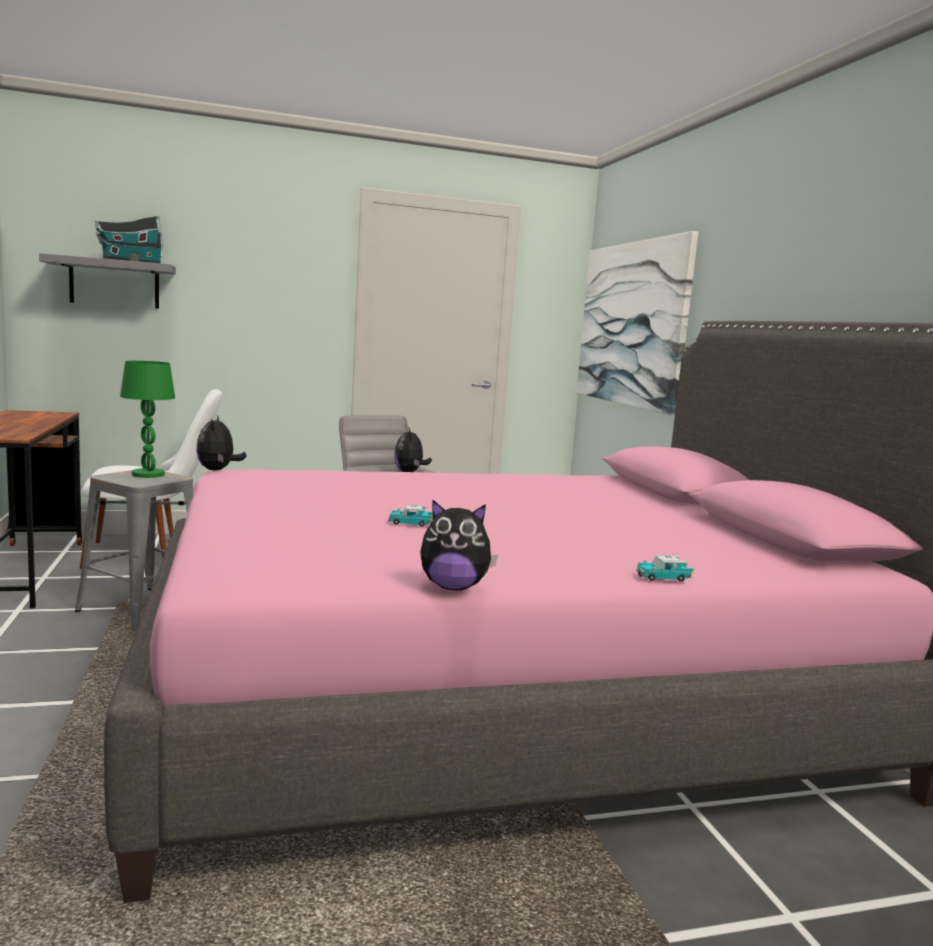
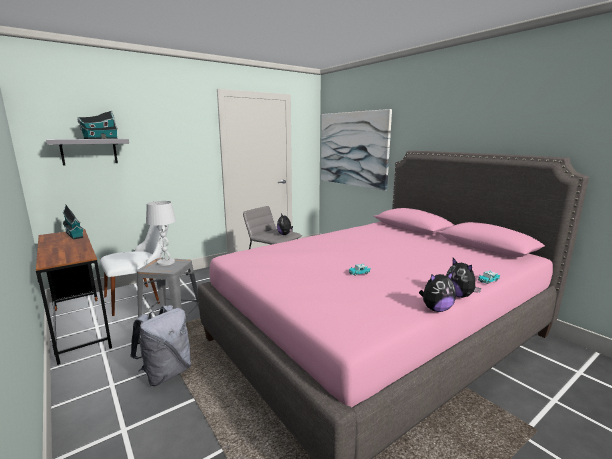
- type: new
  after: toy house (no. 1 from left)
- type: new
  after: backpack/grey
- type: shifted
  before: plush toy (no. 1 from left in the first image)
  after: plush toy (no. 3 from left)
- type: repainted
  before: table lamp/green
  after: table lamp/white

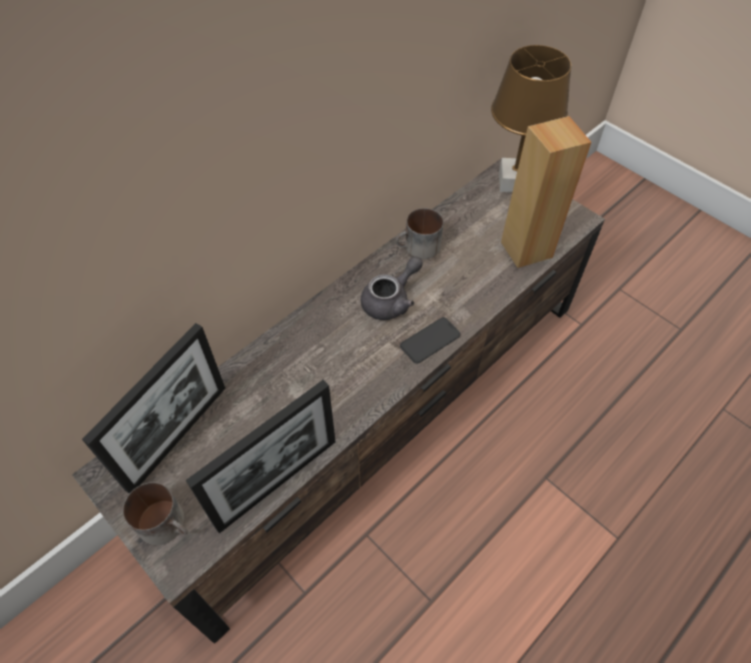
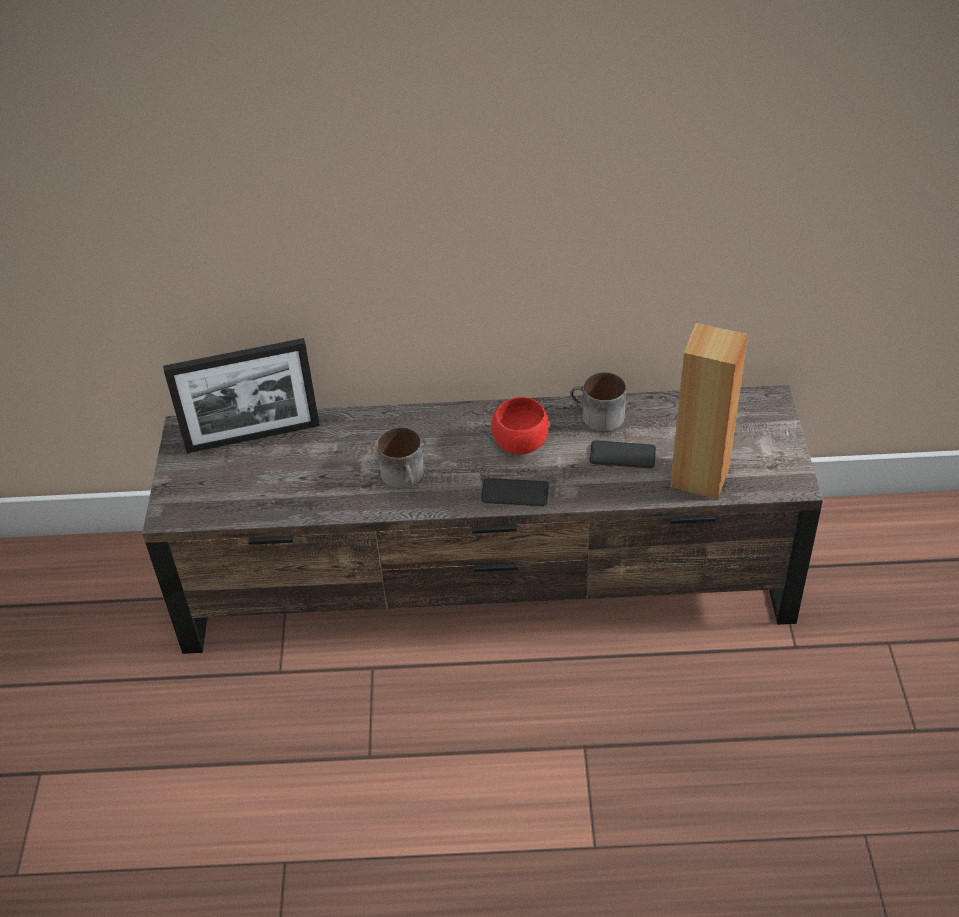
- type: gone
  before: picture frame (no. 2 from left)
- type: gone
  before: table lamp/brown
- type: new
  after: phone (no. 2 from left)
- type: shifted
  before: mug (no. 1 from left)
- type: swapped
  before: teapot/grey
  after: bowl/red

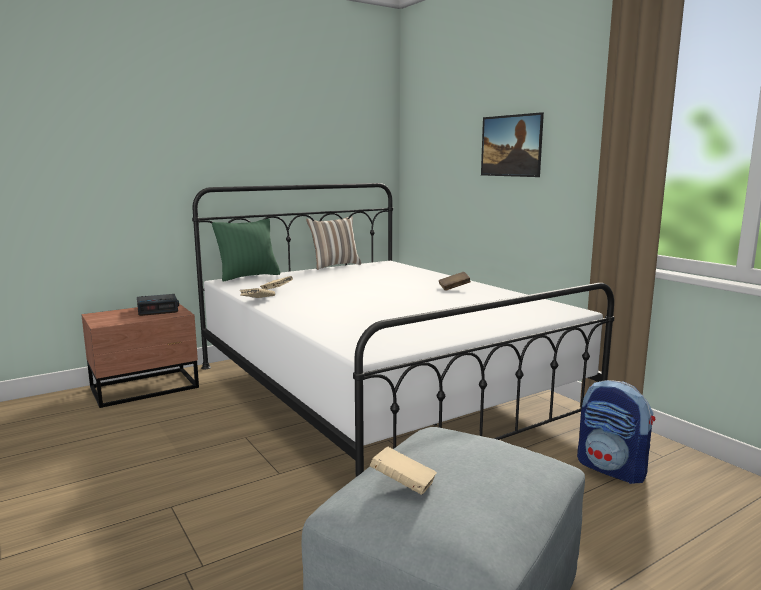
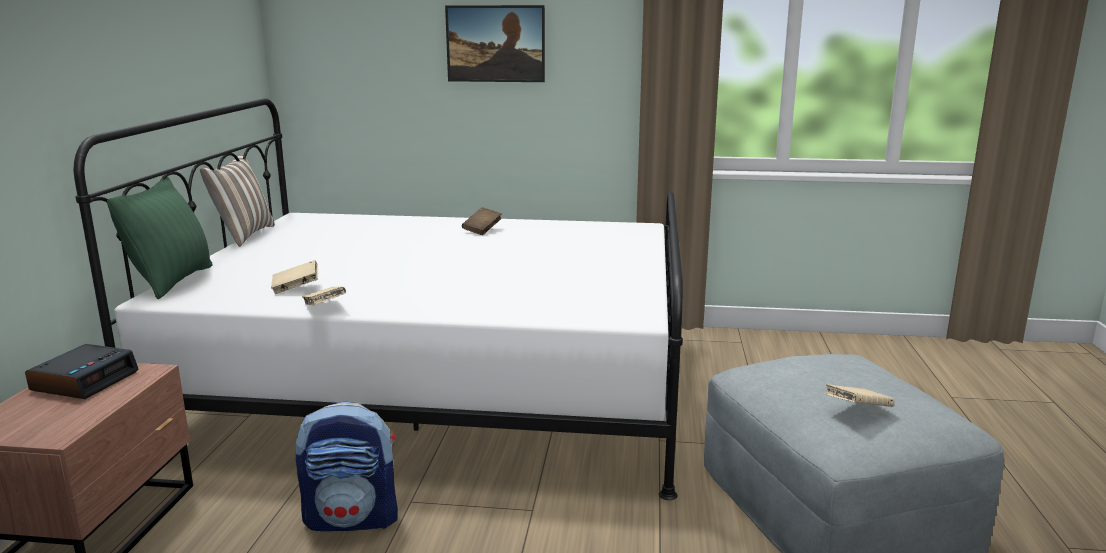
- type: shifted
  before: backpack

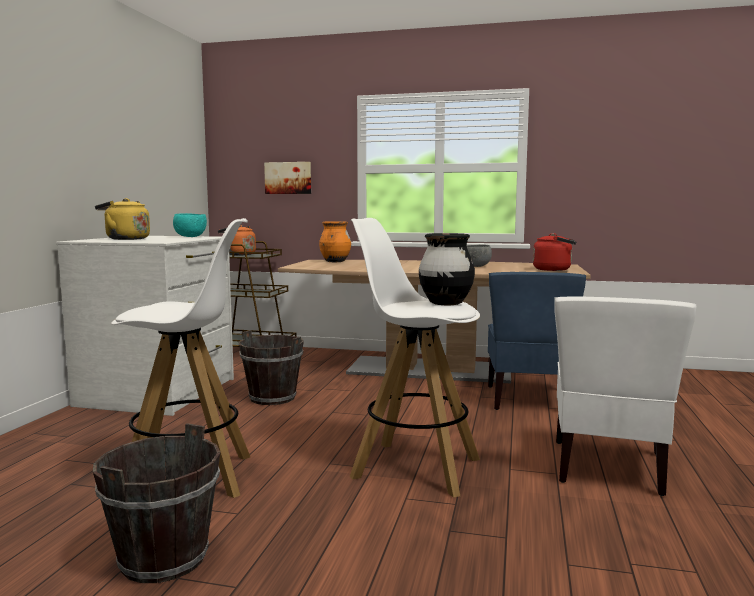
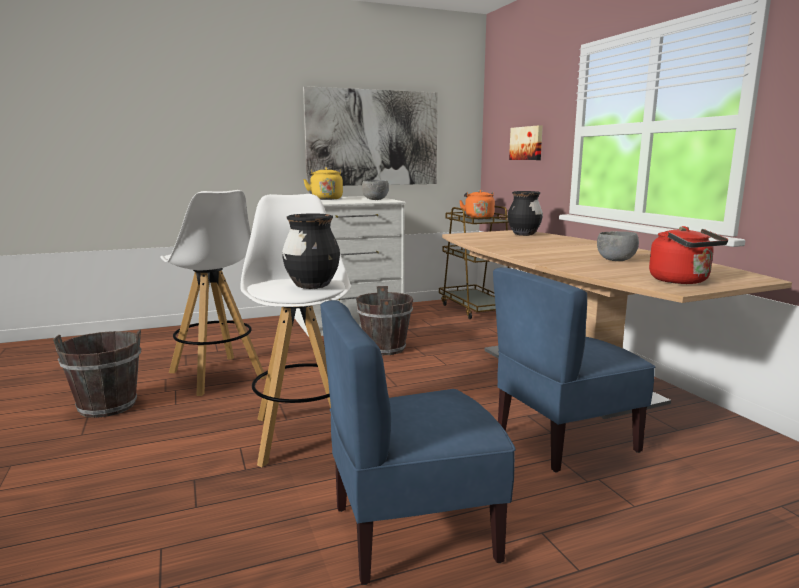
- type: new
  after: picture (no. 1 from left)
- type: repainted
  before: bowl/turquoise
  after: bowl/grey (no. 1 from left)
- type: repainted
  before: vase/orange
  after: vase/black (no. 2 from left)
- type: repainted
  before: chair/white
  after: chair/blue (no. 1 from left)

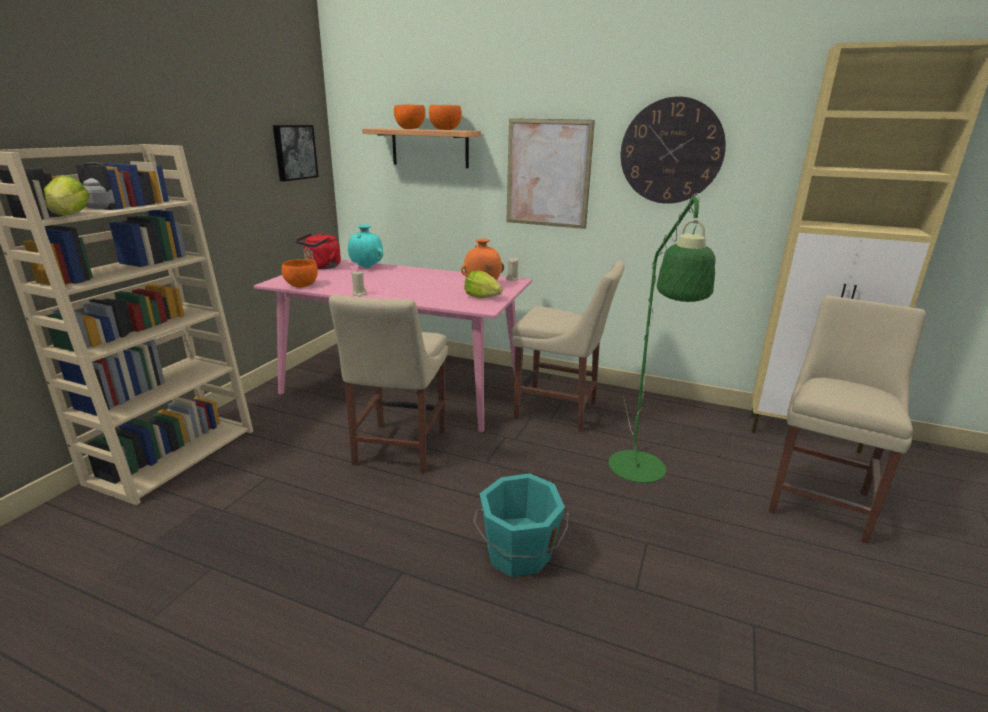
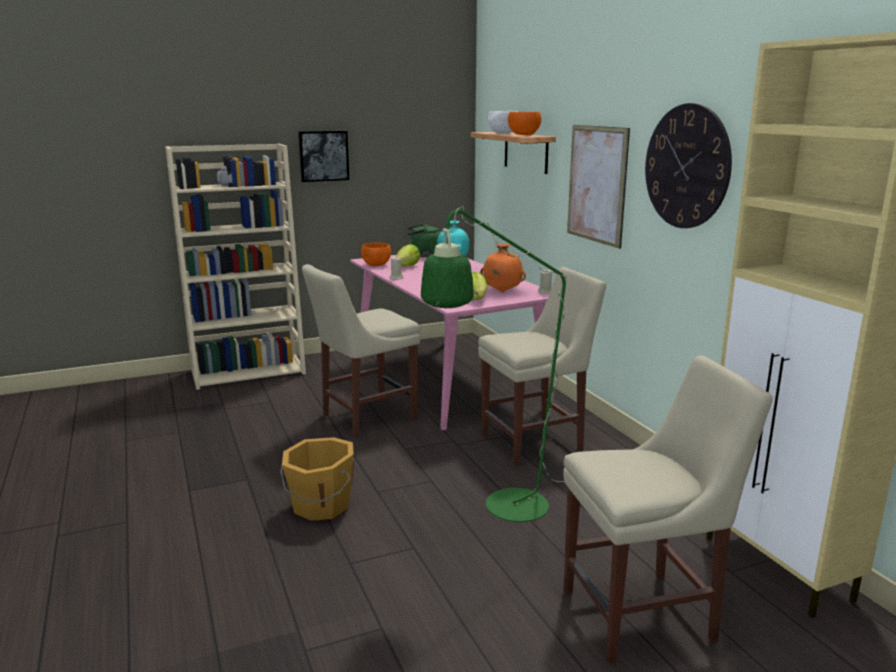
- type: shifted
  before: lettuce (no. 1 from left)
- type: shifted
  before: picture (no. 1 from left)
- type: repainted
  before: kettle/red
  after: kettle/green
- type: repainted
  before: bowl/orange (no. 2 from left)
  after: bowl/white
- type: repainted
  before: bucket/turquoise
  after: bucket/orange
- type: rotated
  before: chair/beige (no. 2 from left)
  turn: -90

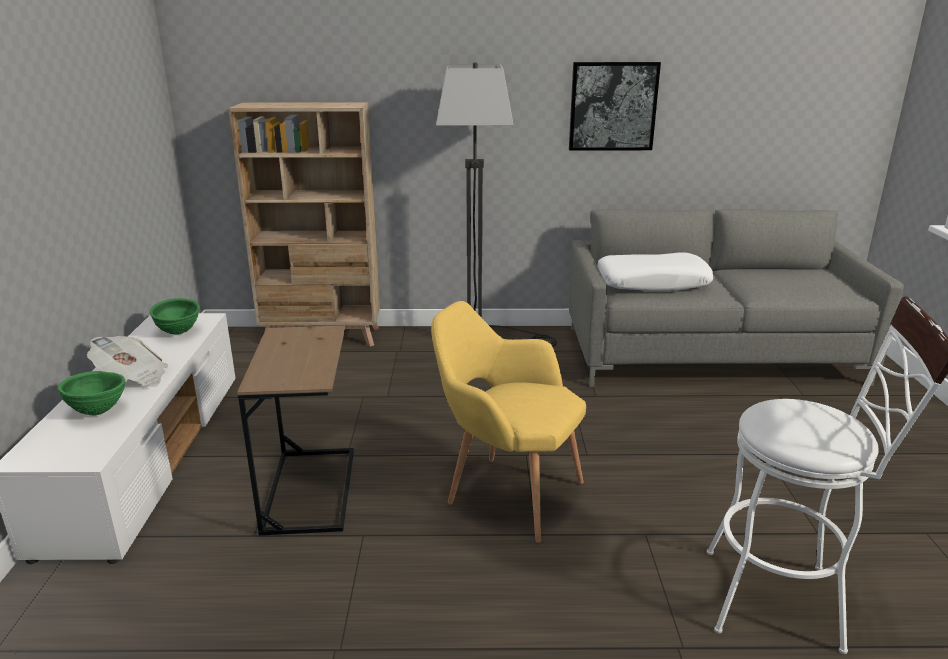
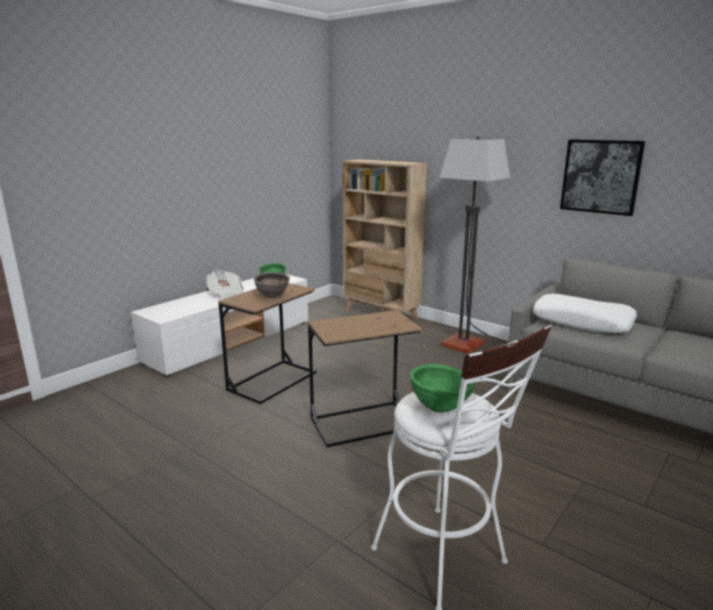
- type: new
  after: bowl/brown
- type: shifted
  before: bowl/green (no. 1 from left in the first image)
  after: bowl/green (no. 2 from left)
- type: swapped
  before: armchair/yellow
  after: side table/brown (no. 2 from left)

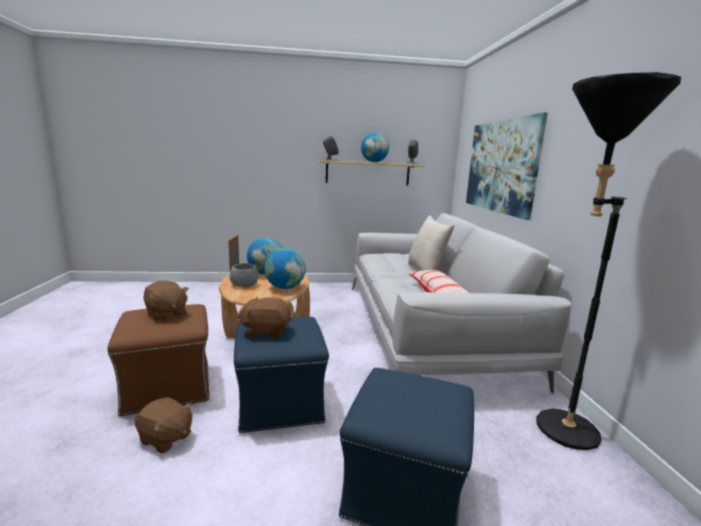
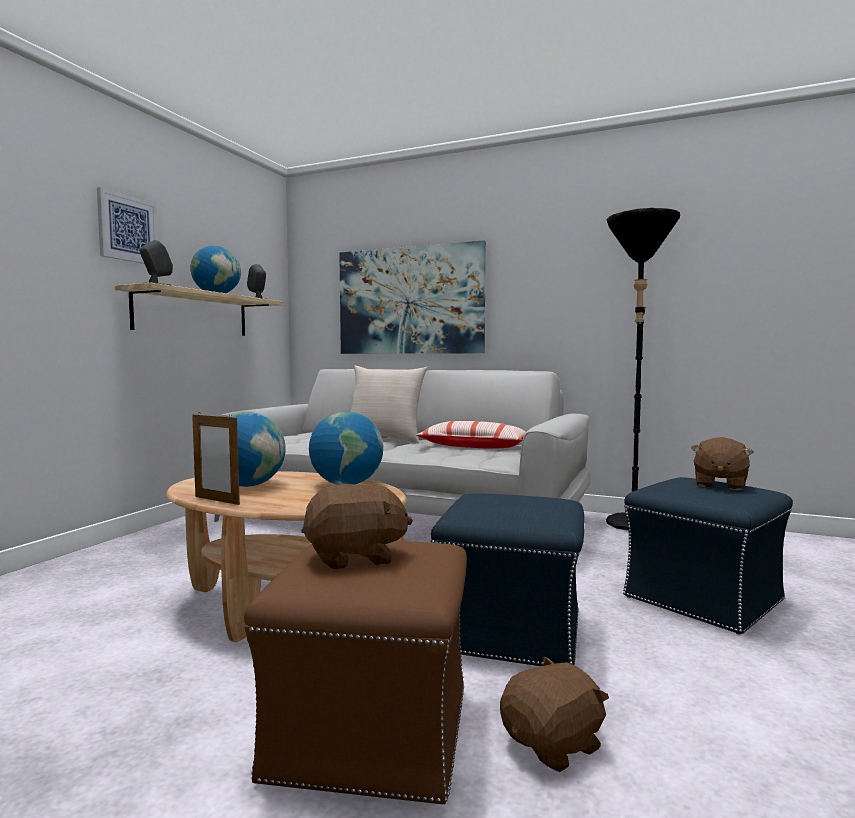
- type: gone
  before: bowl/grey
- type: new
  after: picture (no. 1 from left)
- type: shifted
  before: plush toy/brown (no. 3 from left)

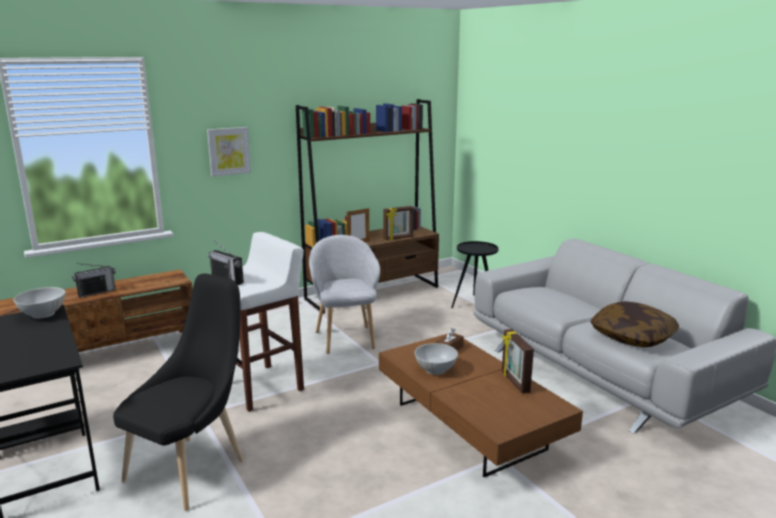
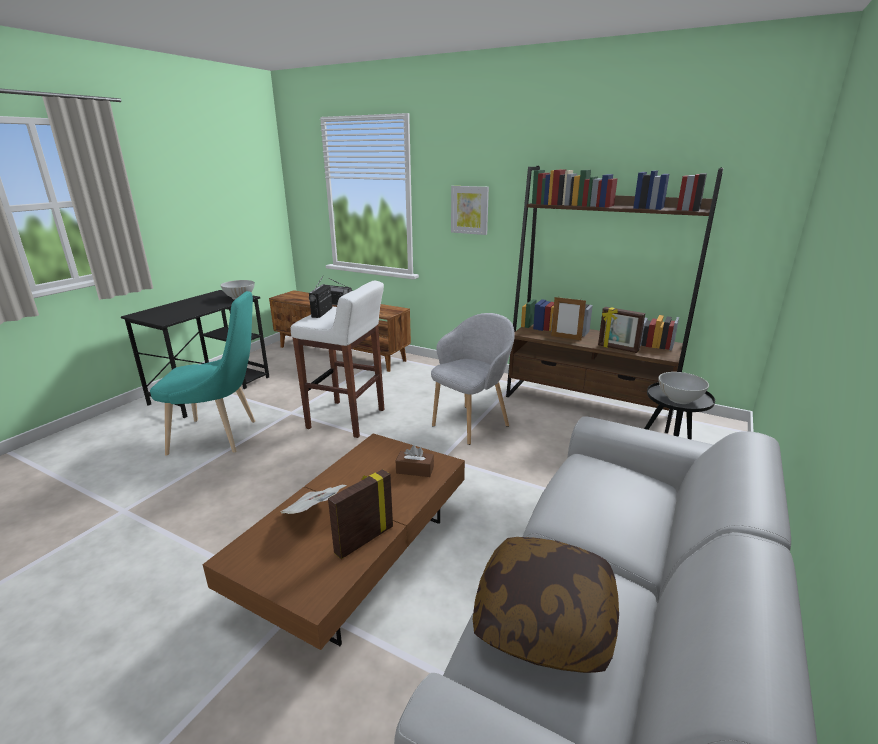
- type: new
  after: newspaper
- type: shifted
  before: bowl/white (no. 2 from left)
- type: repainted
  before: chair/black
  after: chair/turquoise

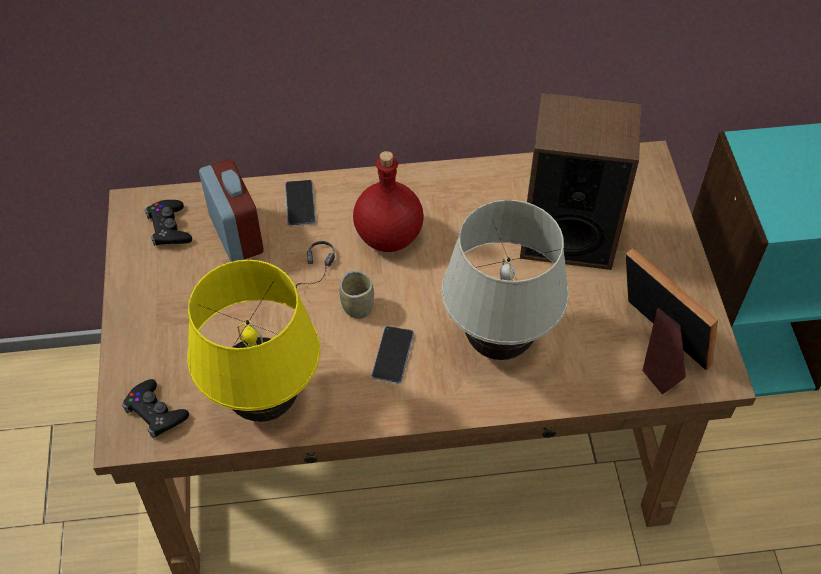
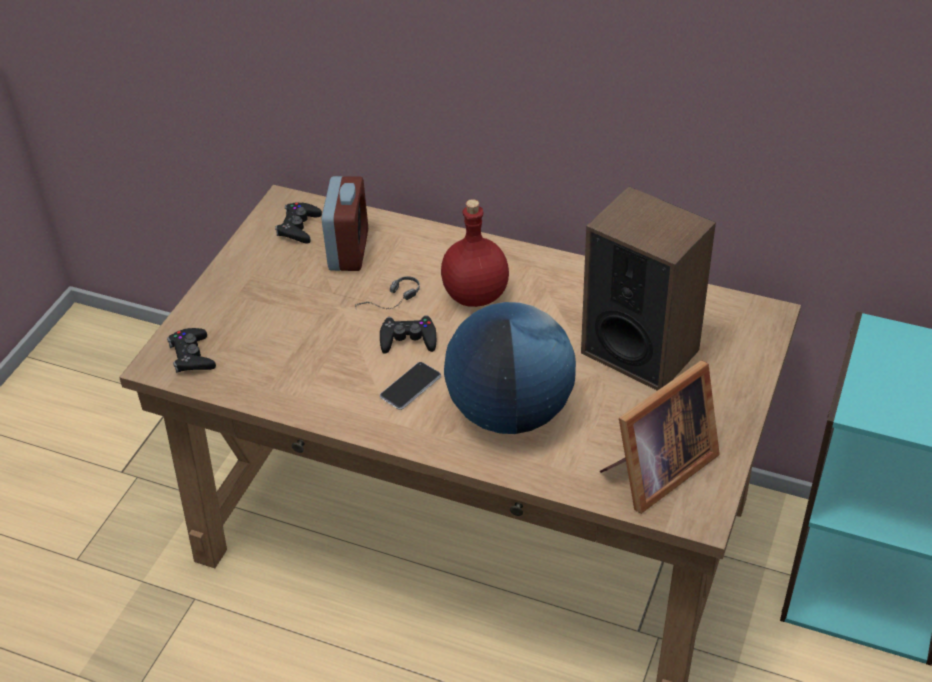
- type: gone
  before: table lamp/yellow
- type: gone
  before: phone (no. 1 from left)
- type: swapped
  before: cup
  after: game controller/black (no. 3 from left)
- type: swapped
  before: table lamp/white
  after: globe
- type: rotated
  before: picture frame
  turn: 60

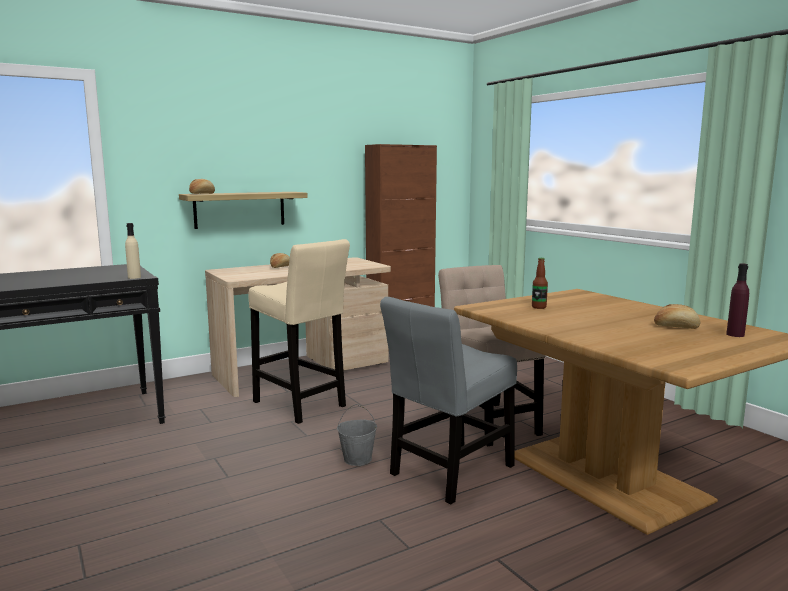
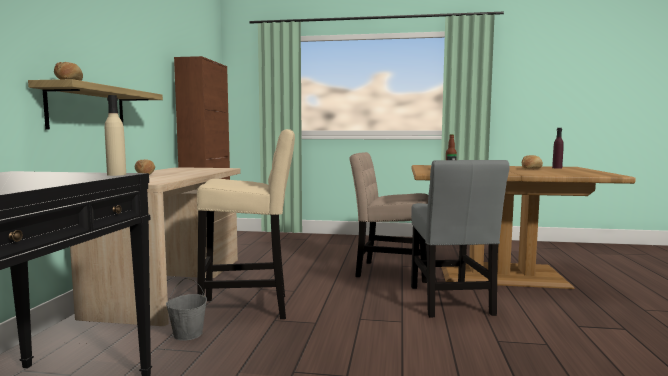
- type: shifted
  before: bucket/grey

